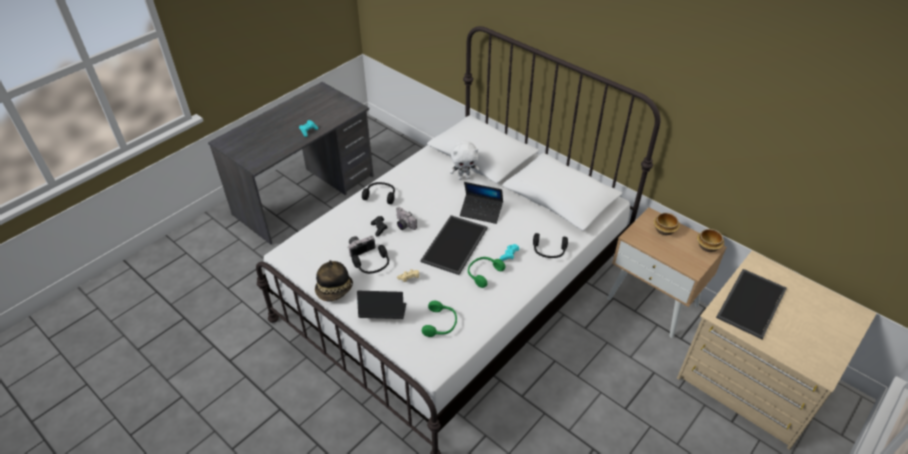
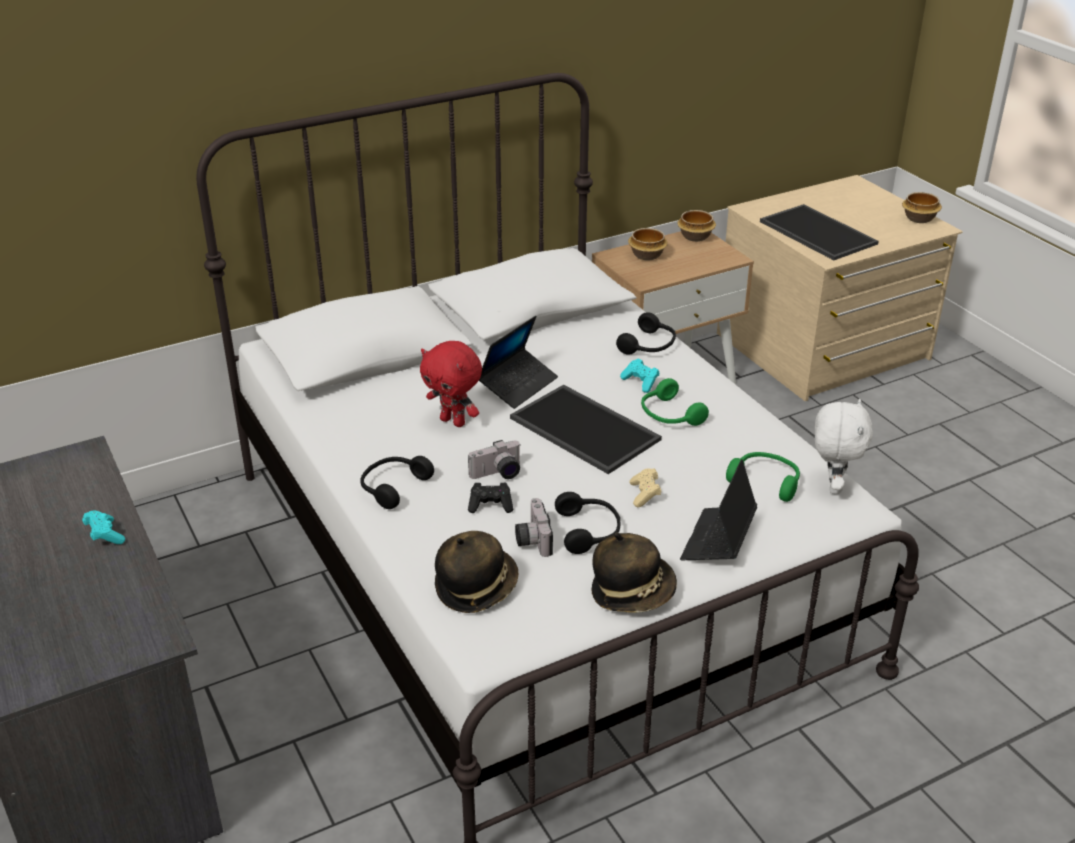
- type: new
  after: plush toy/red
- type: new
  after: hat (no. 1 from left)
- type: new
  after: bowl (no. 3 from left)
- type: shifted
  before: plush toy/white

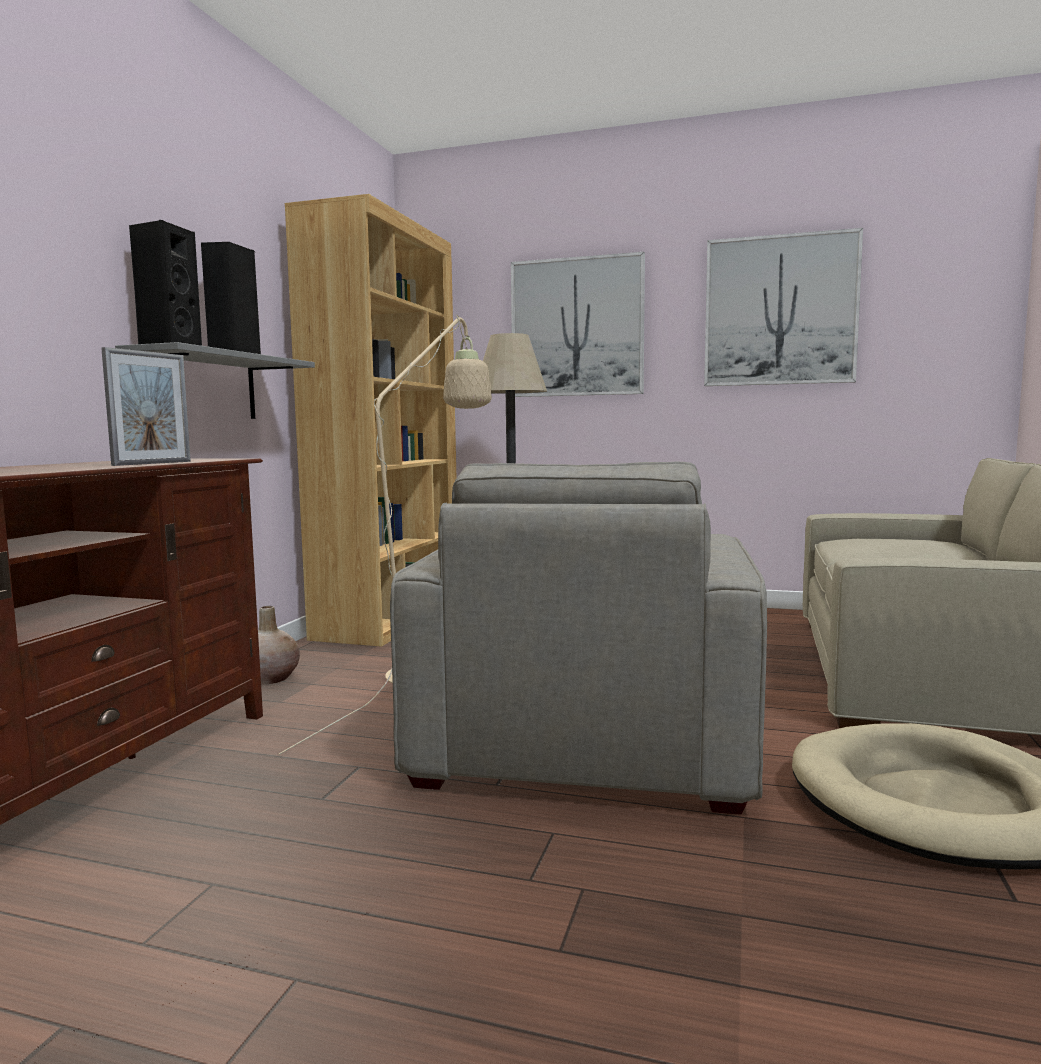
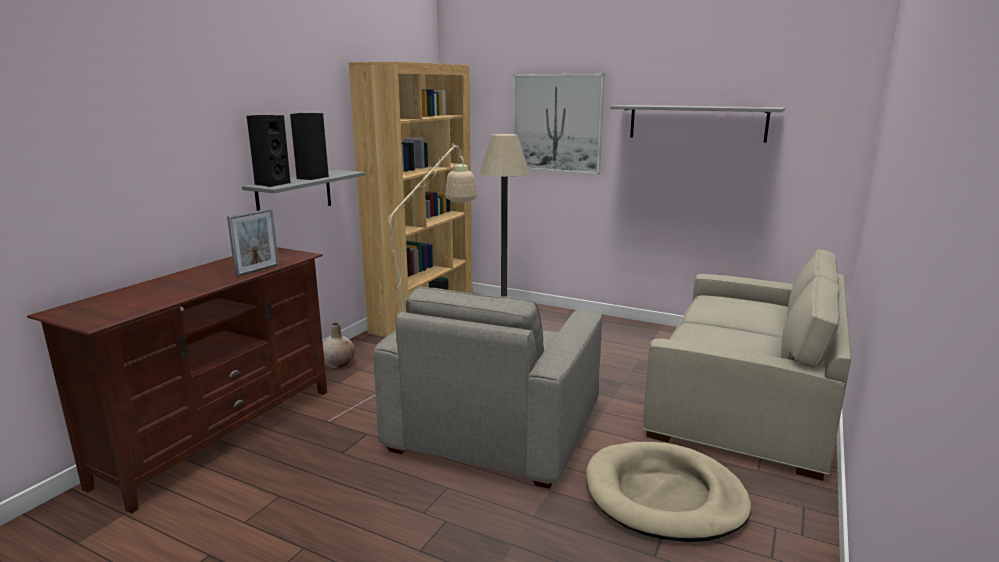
- type: swapped
  before: picture (no. 2 from left)
  after: shelf/grey (no. 2 from left)

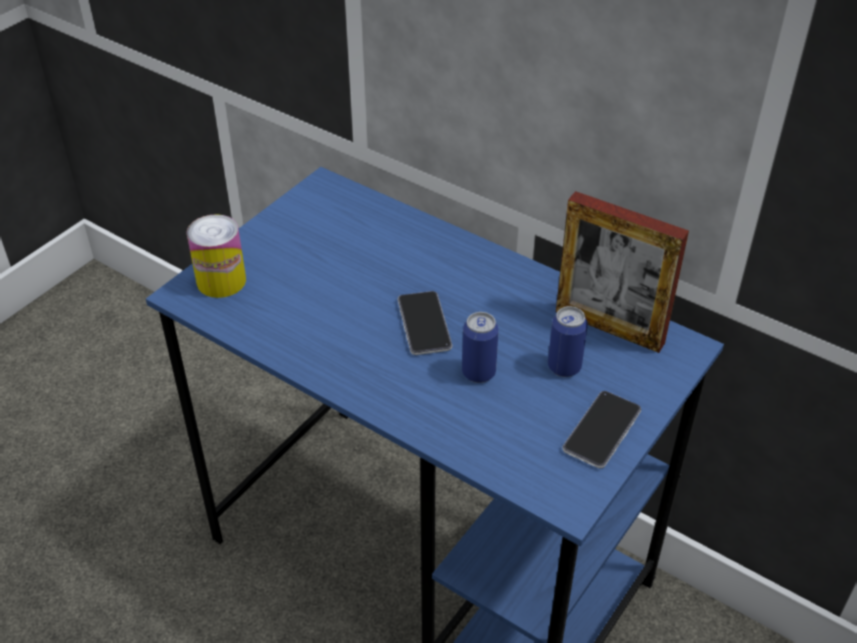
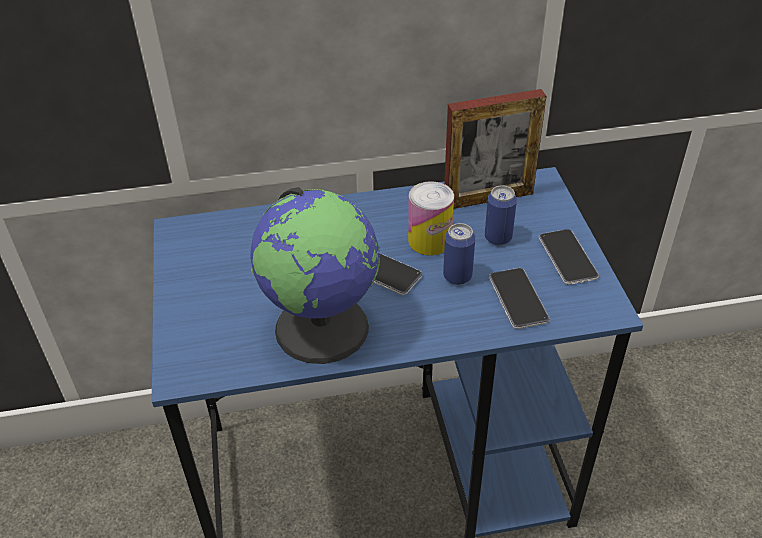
- type: new
  after: globe
- type: new
  after: phone (no. 2 from left)
- type: shifted
  before: can (no. 1 from left)

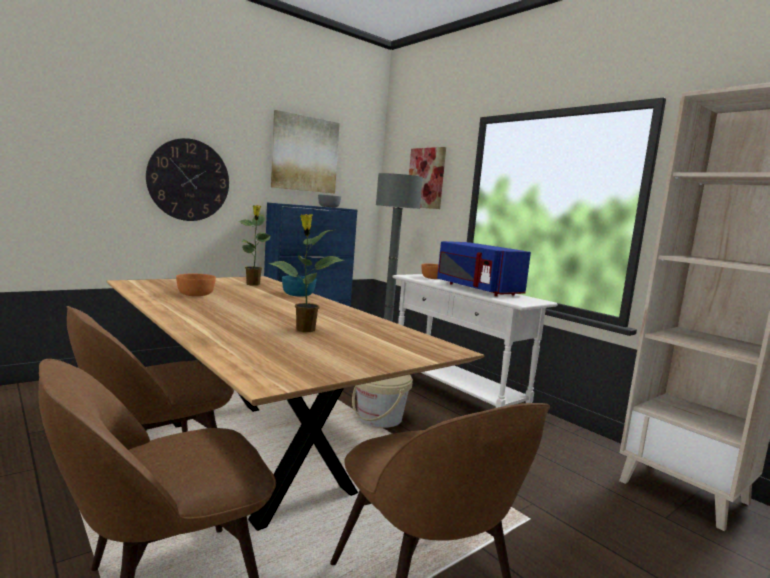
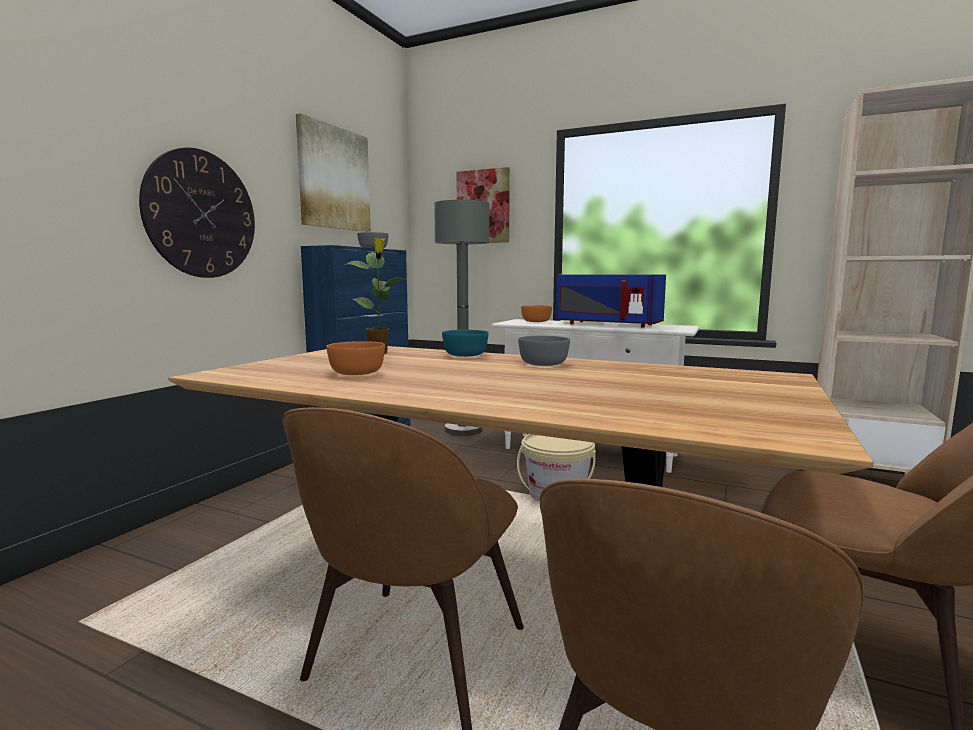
- type: gone
  before: potted plant (no. 2 from left)
- type: new
  after: bowl/grey (no. 2 from left)

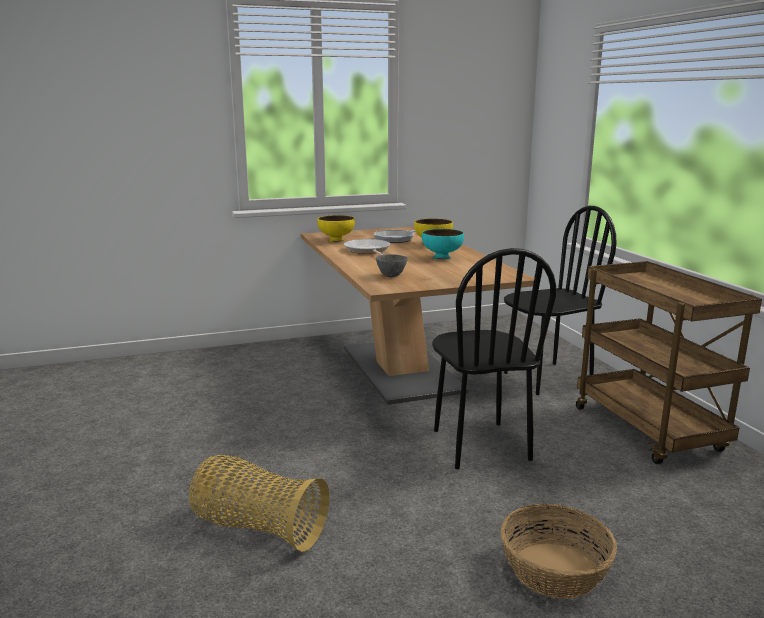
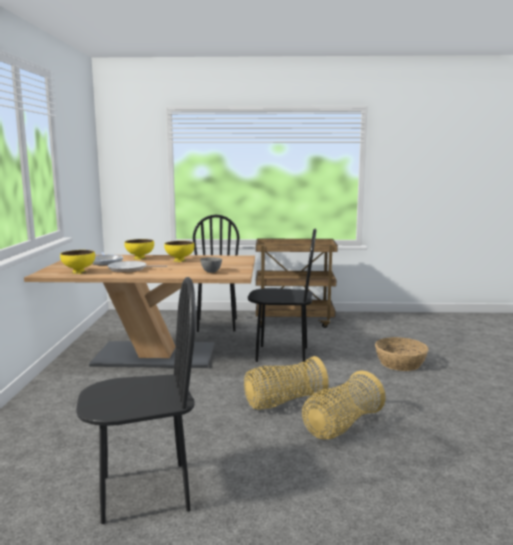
- type: new
  after: chair/black (no. 1 from left)
- type: new
  after: basket (no. 1 from left)
- type: repainted
  before: bowl/turquoise
  after: bowl/yellow (no. 3 from left)

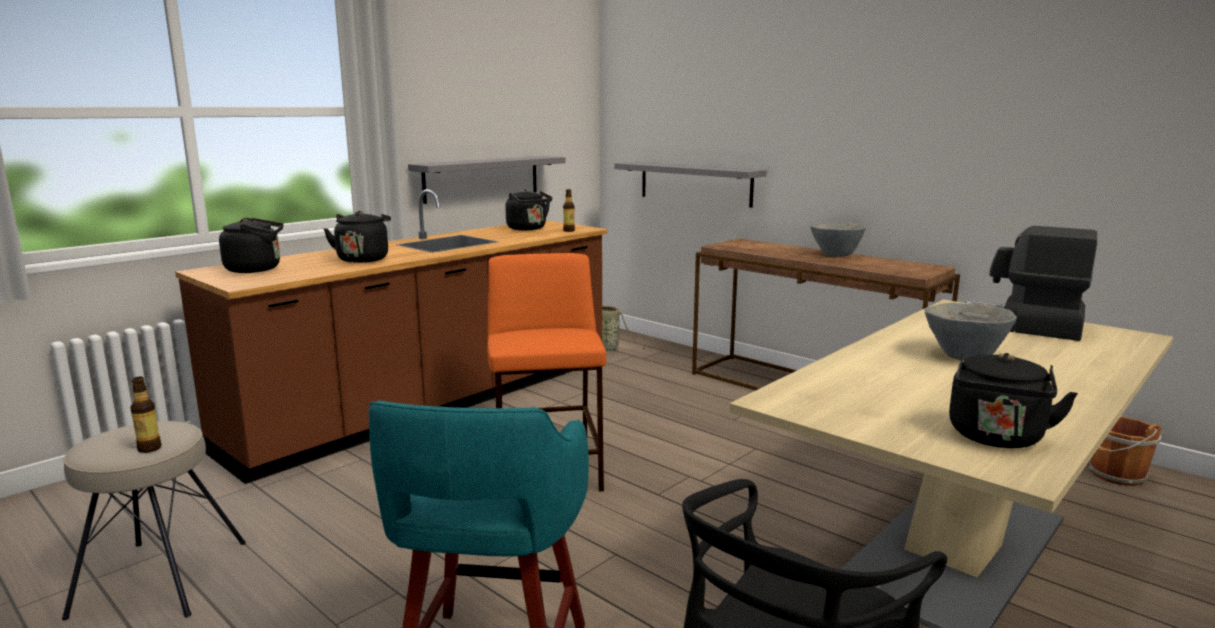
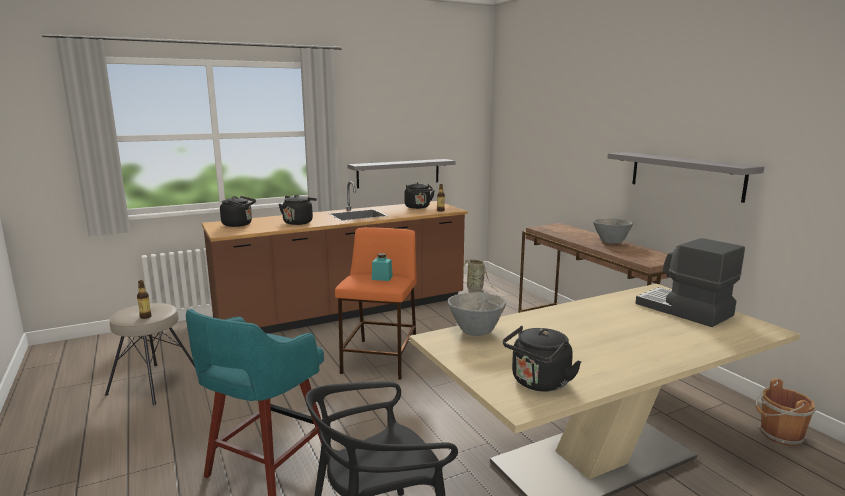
- type: new
  after: jar/turquoise
- type: shifted
  before: shelf/grey (no. 2 from left)
- type: shifted
  before: bowl/grey (no. 2 from left in the first image)
  after: bowl/grey (no. 1 from left)

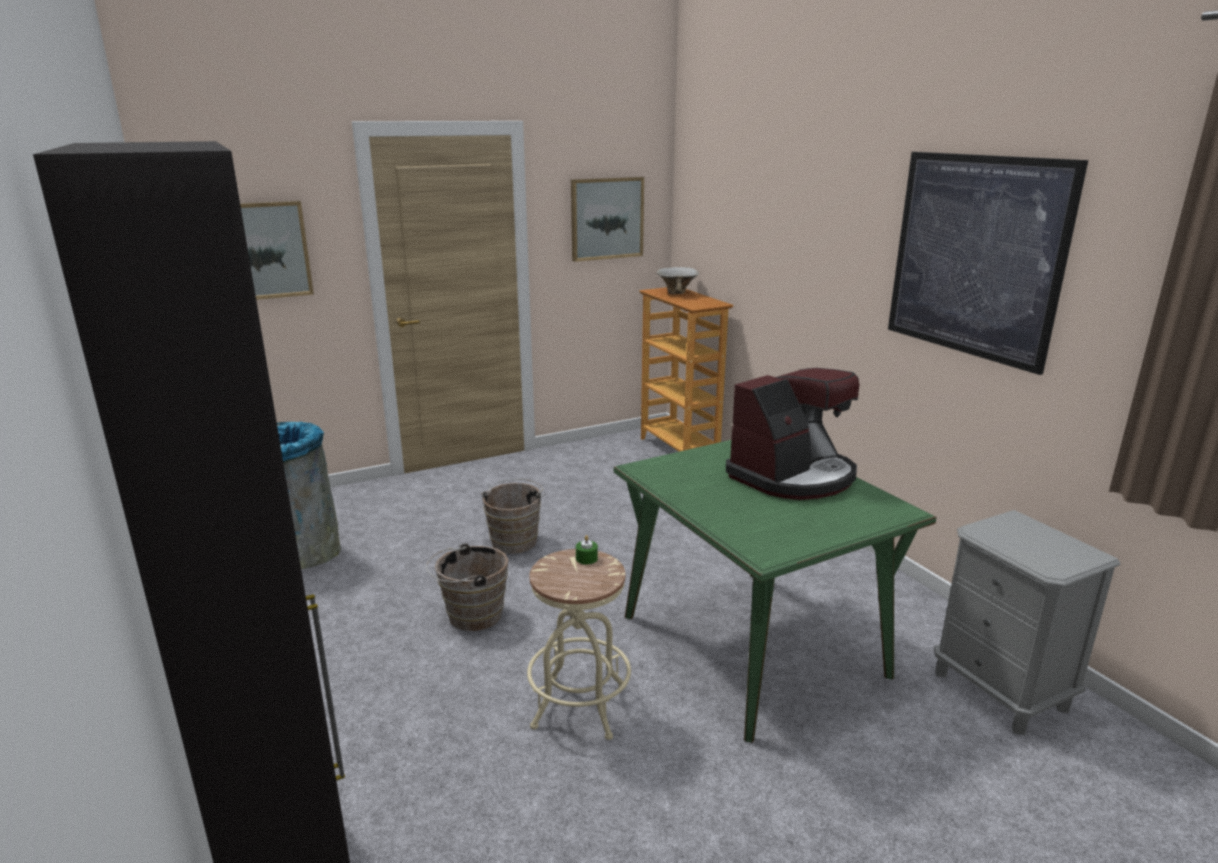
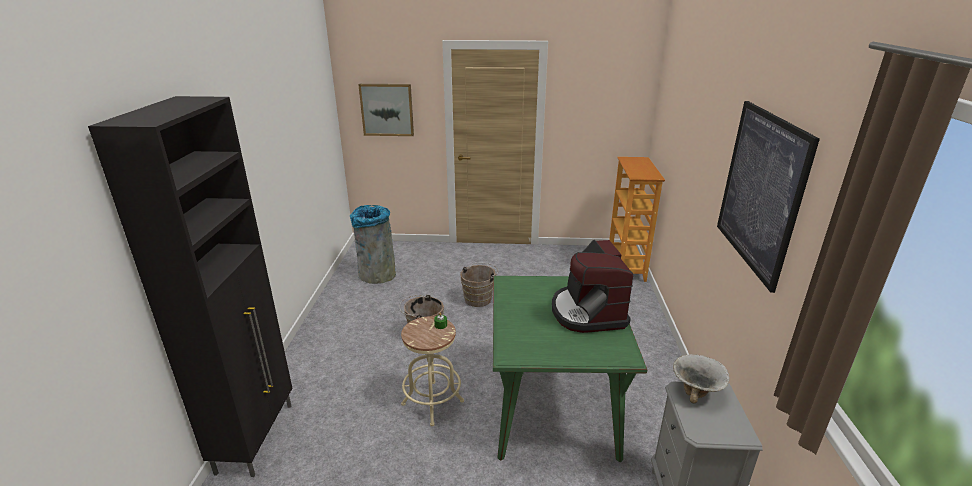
- type: gone
  before: picture (no. 2 from left)
- type: shifted
  before: bowl
- type: rotated
  before: coffee machine
  turn: 90

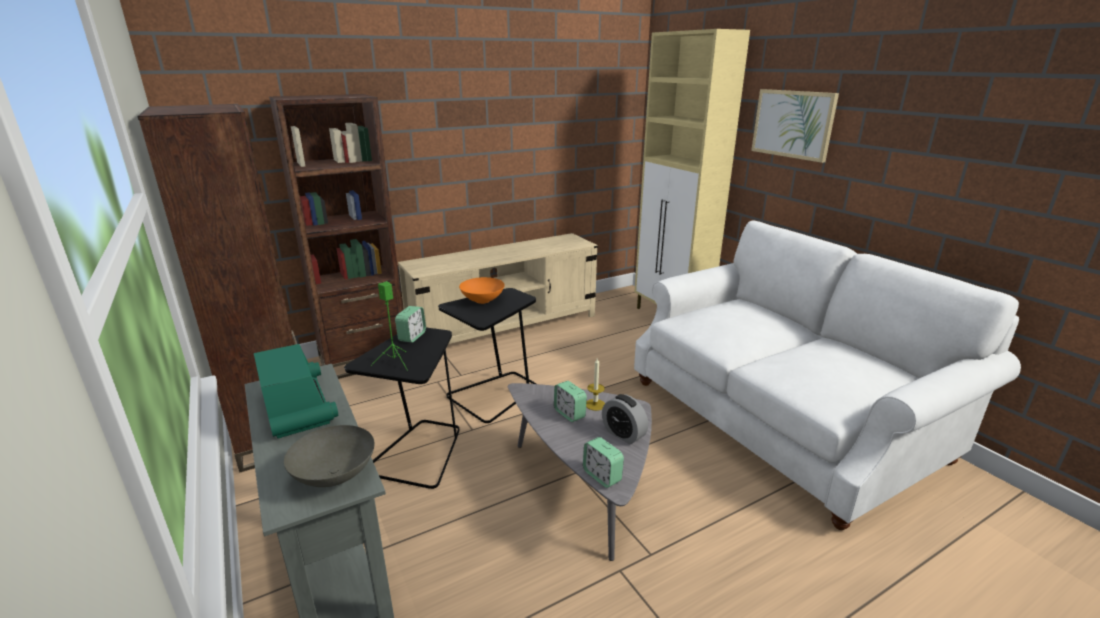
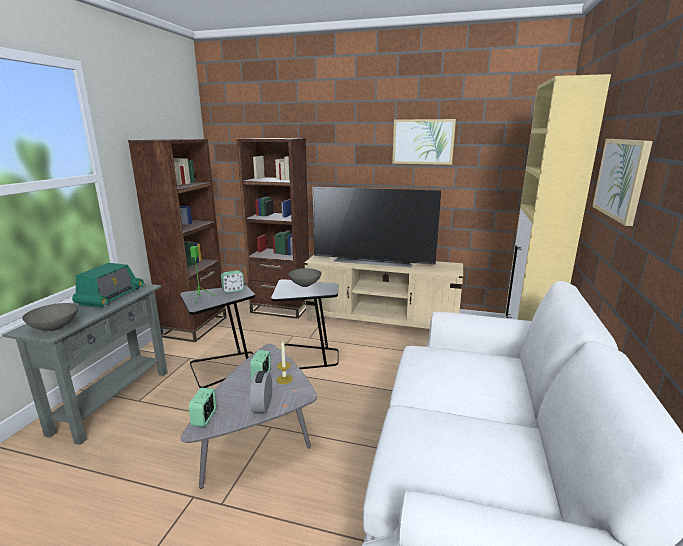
- type: new
  after: television
- type: new
  after: picture (no. 1 from left)
- type: repainted
  before: bowl/orange
  after: bowl/grey (no. 2 from left)

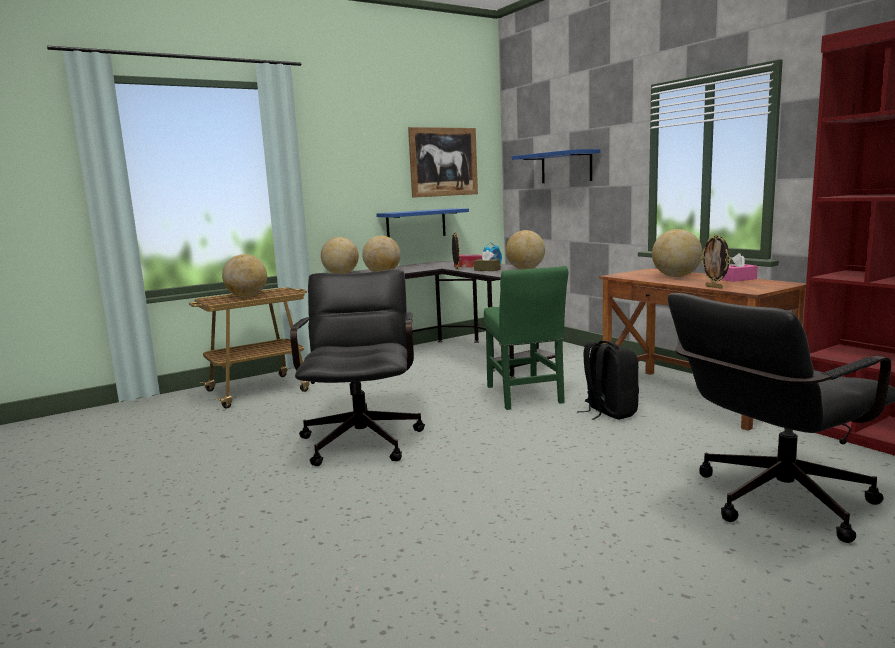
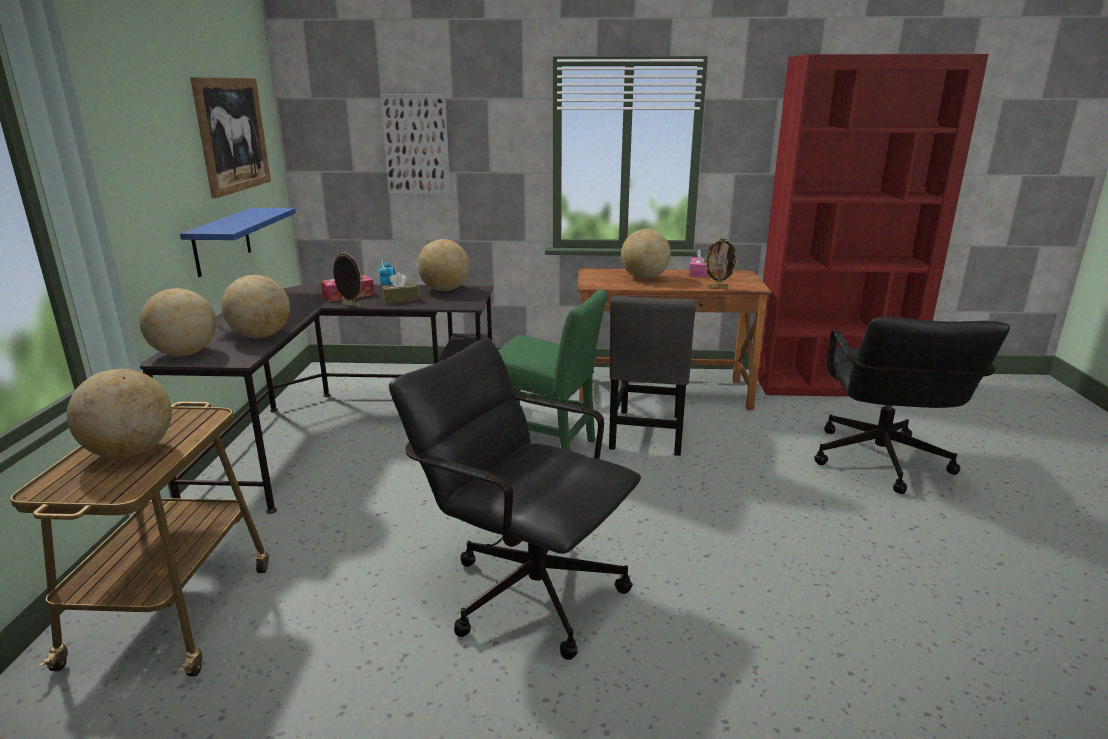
- type: swapped
  before: shelf/blue (no. 2 from left)
  after: picture (no. 2 from left)
- type: swapped
  before: backpack/black
  after: chair/grey

